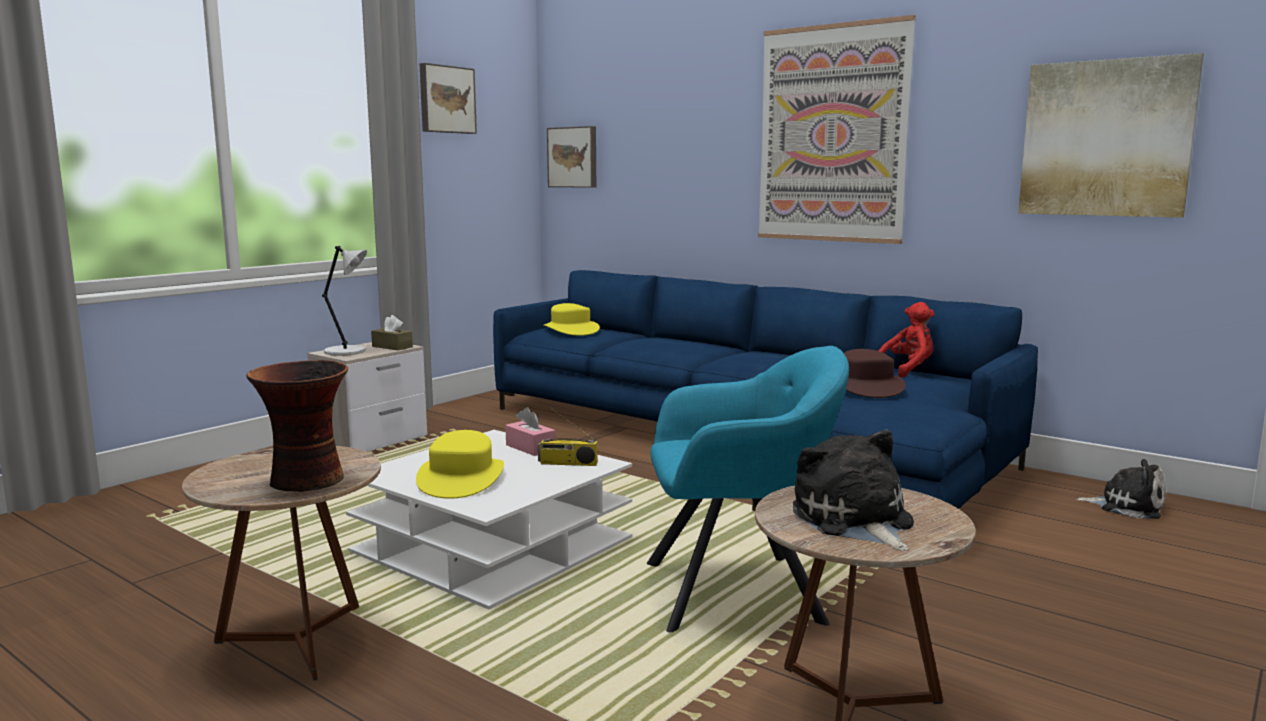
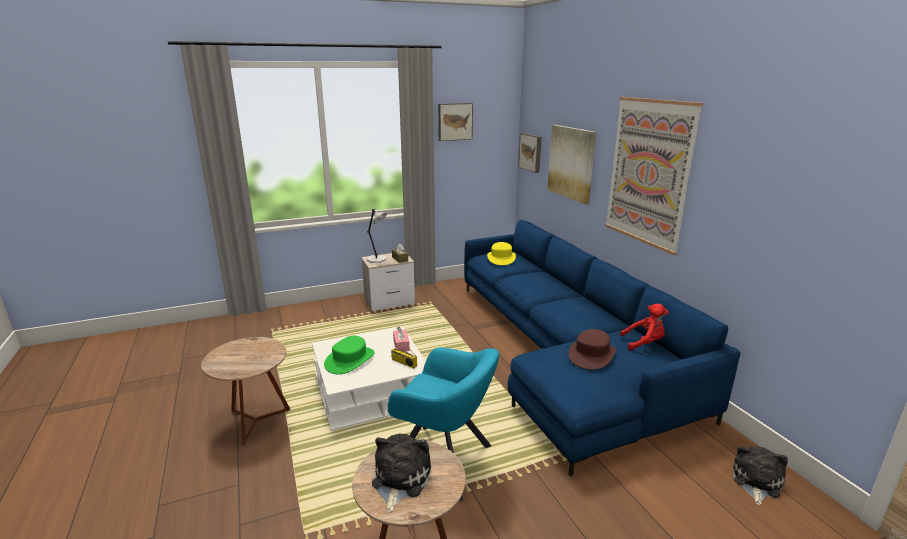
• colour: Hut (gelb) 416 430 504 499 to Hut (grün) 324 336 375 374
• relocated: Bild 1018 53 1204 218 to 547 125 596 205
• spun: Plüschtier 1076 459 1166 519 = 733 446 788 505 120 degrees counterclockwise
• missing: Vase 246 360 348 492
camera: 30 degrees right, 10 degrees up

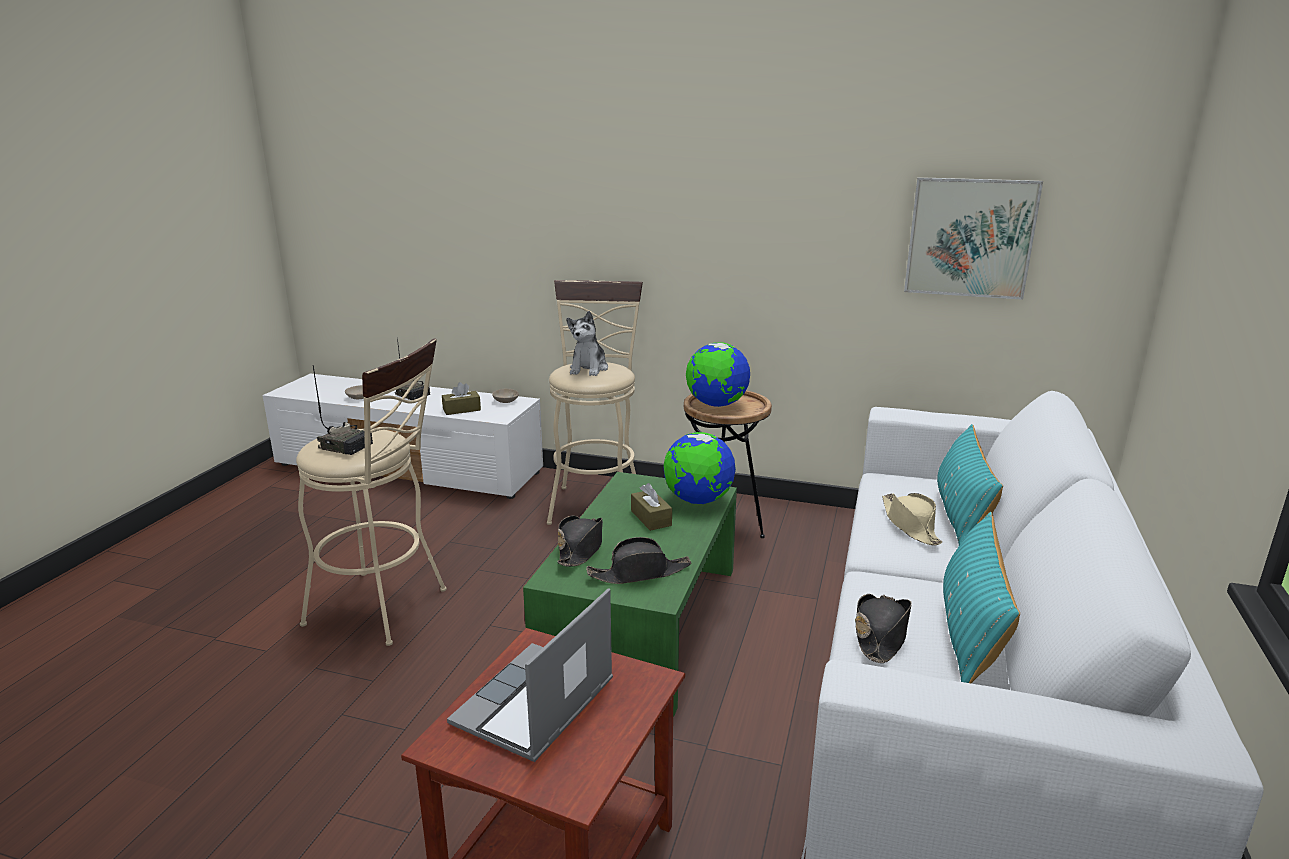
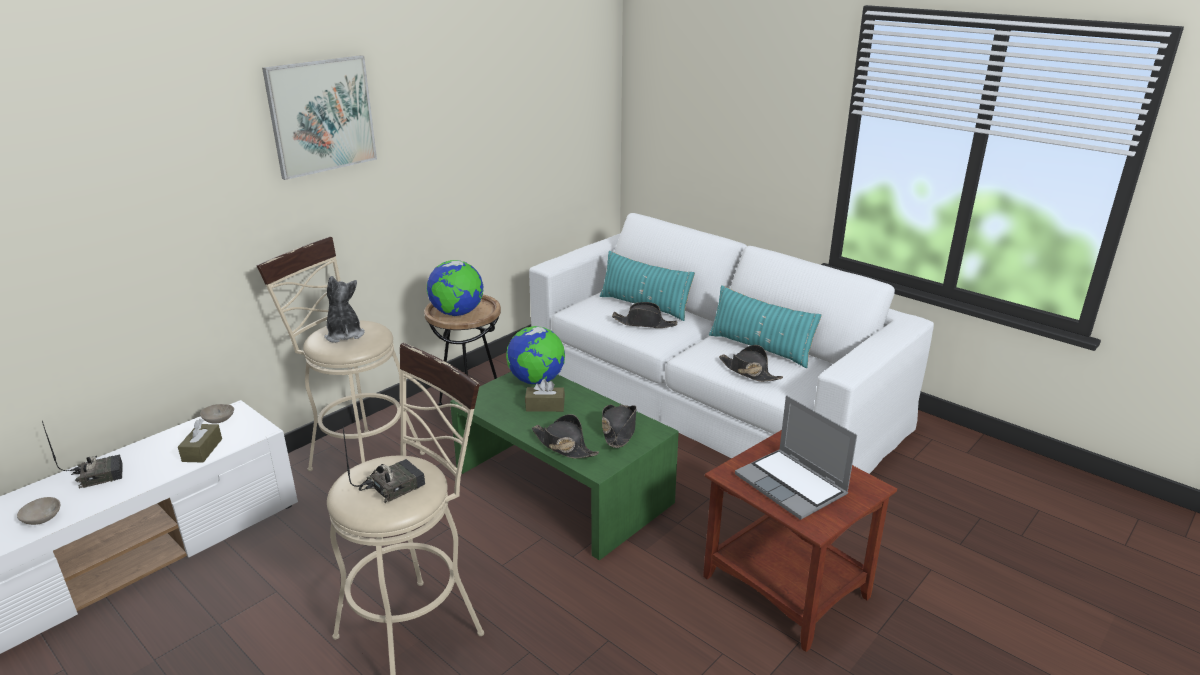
• relocated: Bild 904 177 1043 300 to 262 55 377 180
• spun: Plüschtier 566 311 608 376 = 324 276 365 343 150 degrees counterclockwise
• colour: Hut (beige) 882 493 942 546 to Hut (schwarz) 612 302 678 328
camera: 65 degrees left, 5 degrees up

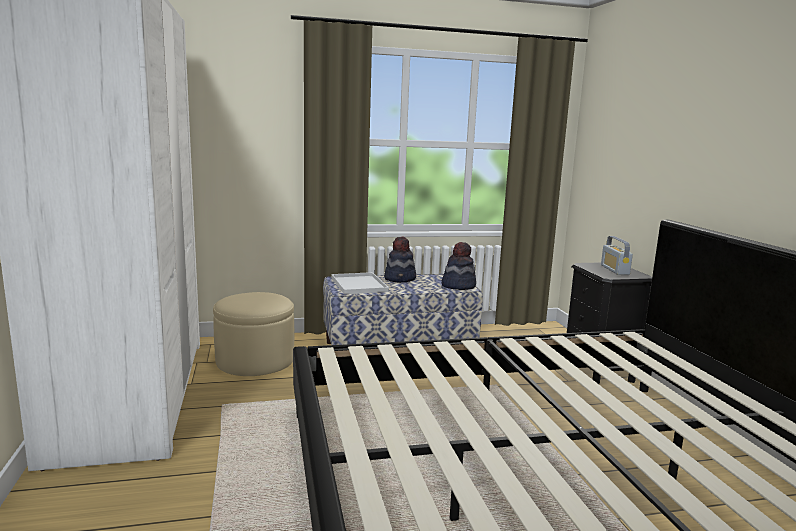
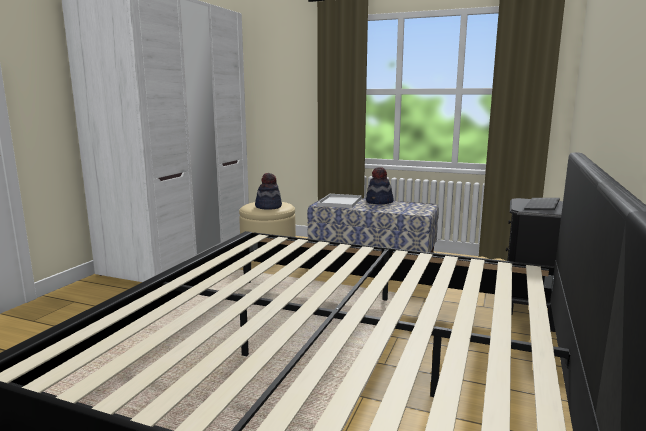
• relocated: Hut 442 242 476 290 to 255 173 282 210
• exchanged: Radio 601 236 633 275 to Tastatur 524 198 560 210
camera: 35 degrees right, 0 degrees up

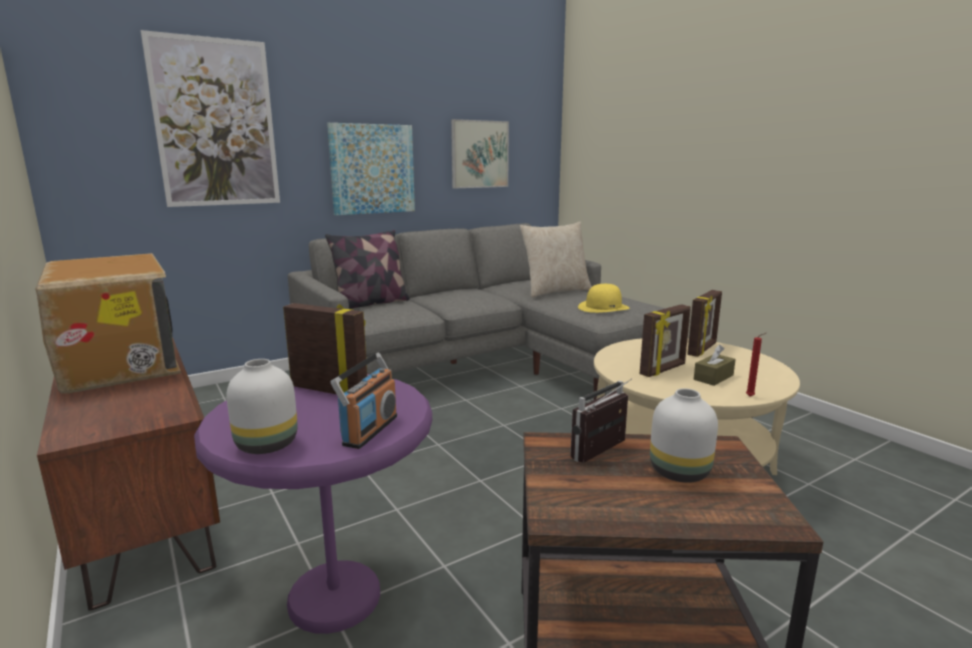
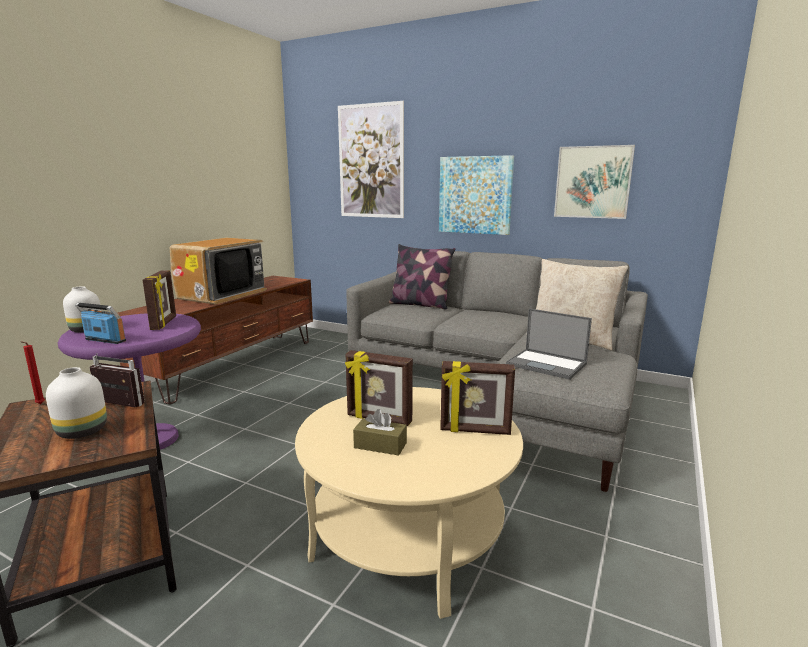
• relocated: Kerze (rot) 746 333 766 397 to 20 341 45 404
• spun: Radio 331 352 397 449 = 75 303 126 344 150 degrees counterclockwise
• exchanged: Hut (gelb) 578 284 629 313 to Laptop 506 308 592 380
camera: 60 degrees right, 0 degrees up

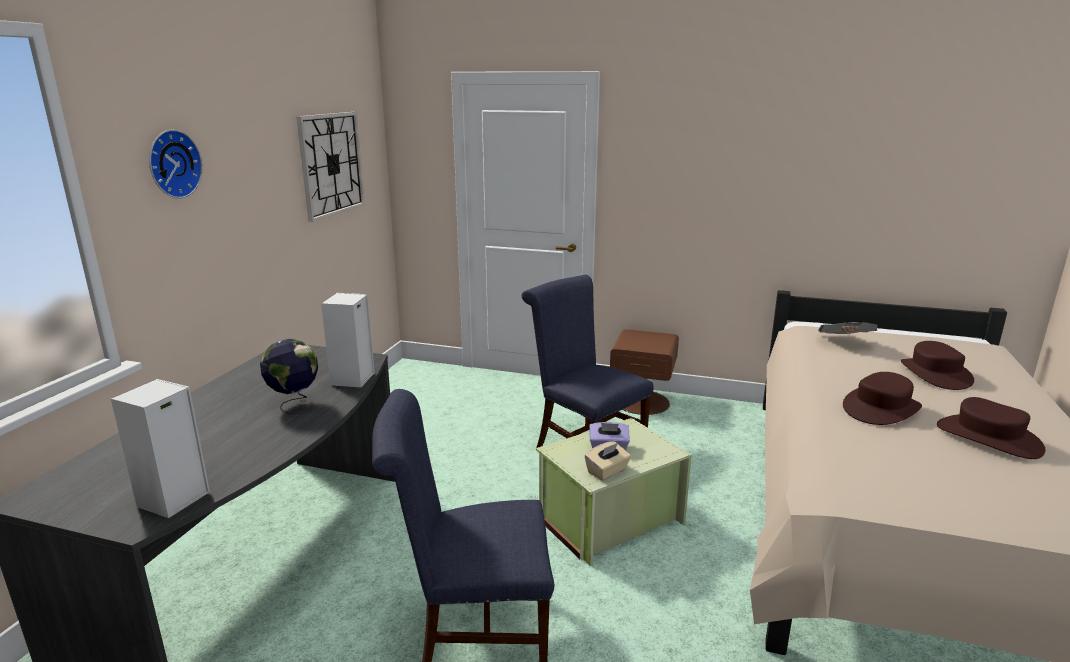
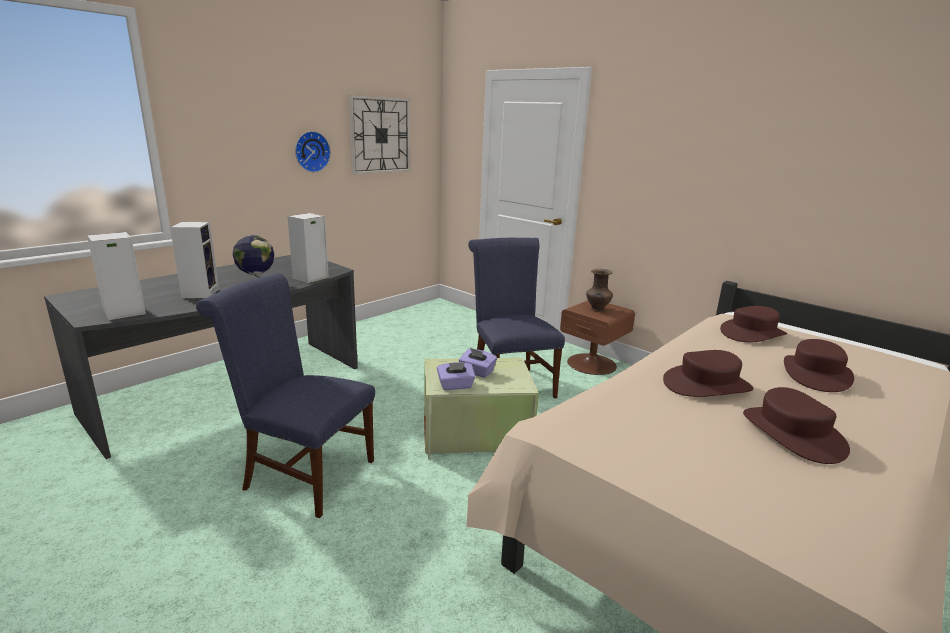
• appeared: Lautsprecher 170 222 219 298
• relocated: Wanduhr 149 130 203 198 to 295 131 331 172
• colour: Taschentuchbox (beige) 584 441 631 481 to Taschentuchbox (lila) 437 362 475 390
• appeared: Vase (braun) 586 269 613 312
• exchanged: Zeitung 818 322 878 334 to Hut (braun) 720 306 787 343
camera: 25 degrees right, 0 degrees up

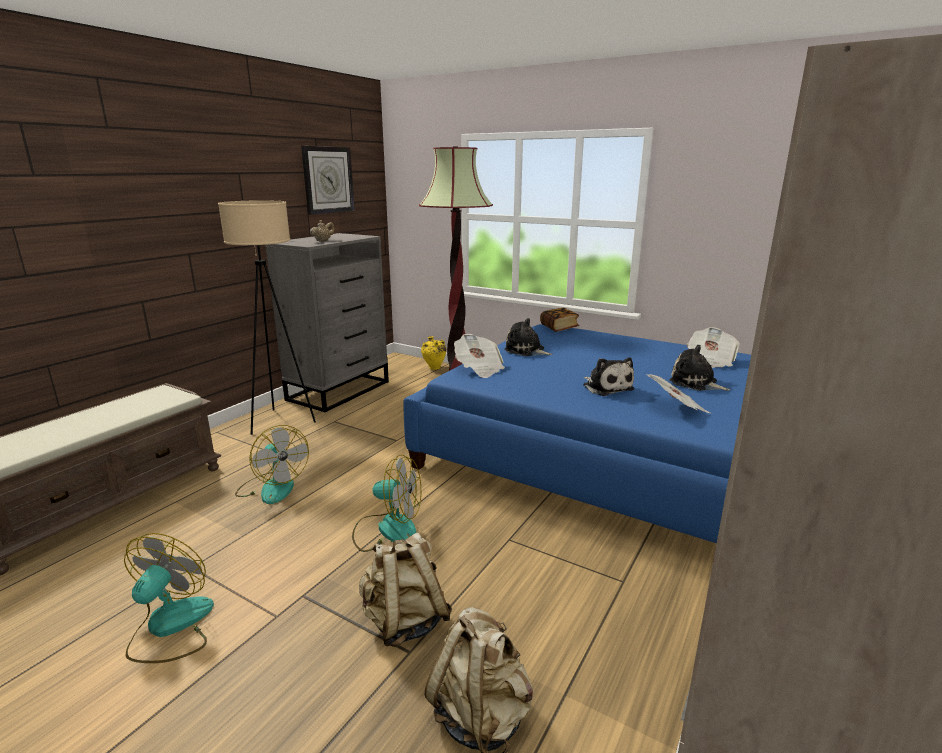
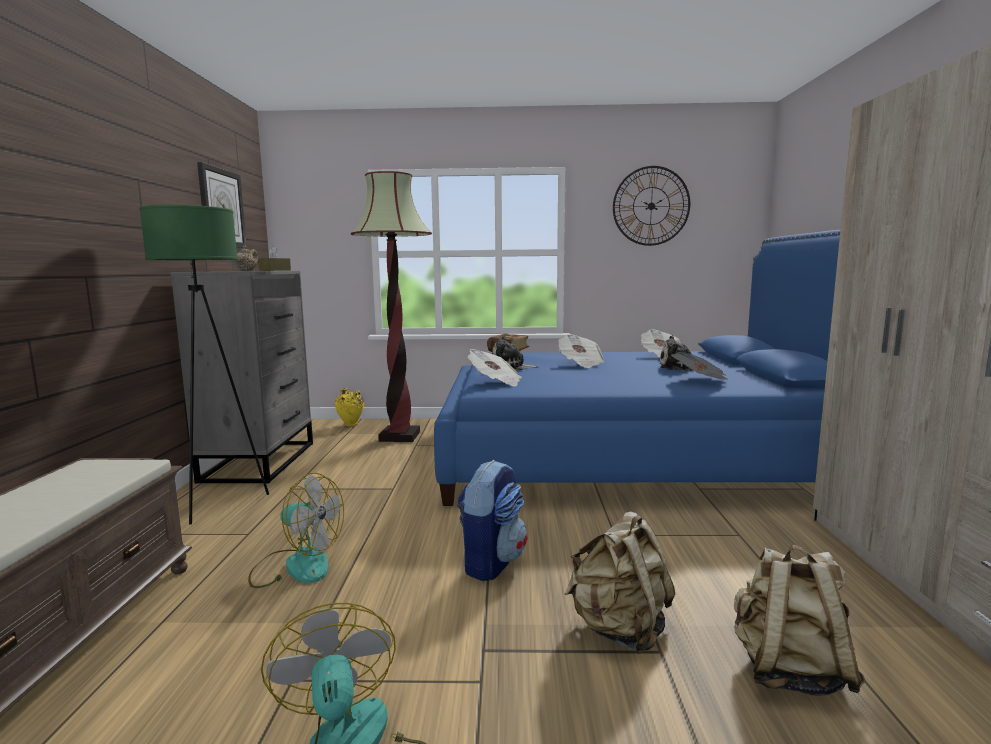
• colour: Stehlampe (beige) 218 200 316 435 to Stehlampe (grün) 139 205 269 524
• appeared: Taschentuchbox (braun) 258 246 291 271
• exchanged: Ventilator 352 455 421 552 to Rucksack 457 460 527 581
• appeared: Zeitung 558 334 605 368
• appeared: Wanduhr 613 166 690 246
• missing: Plüschtier 583 357 635 396
camera: 30 degrees left, 10 degrees down

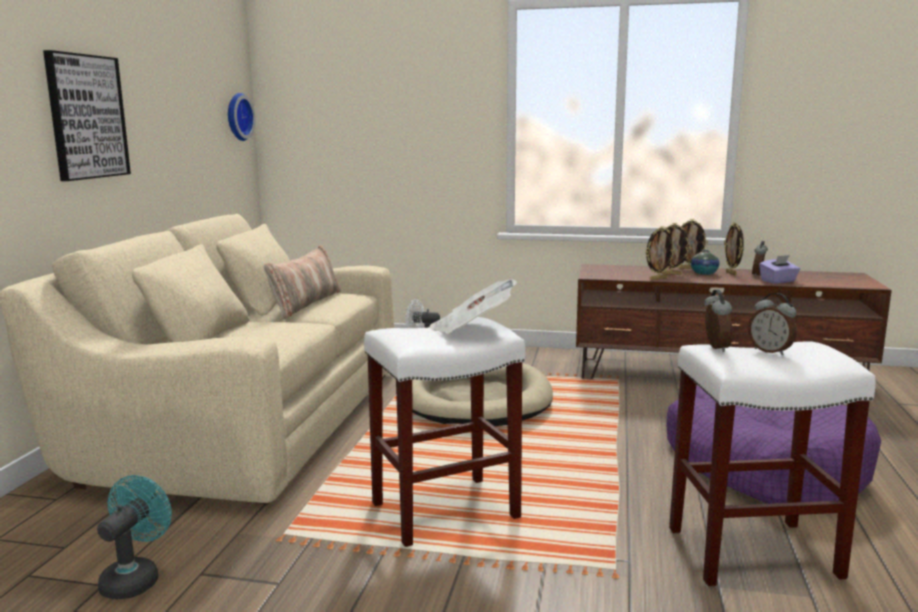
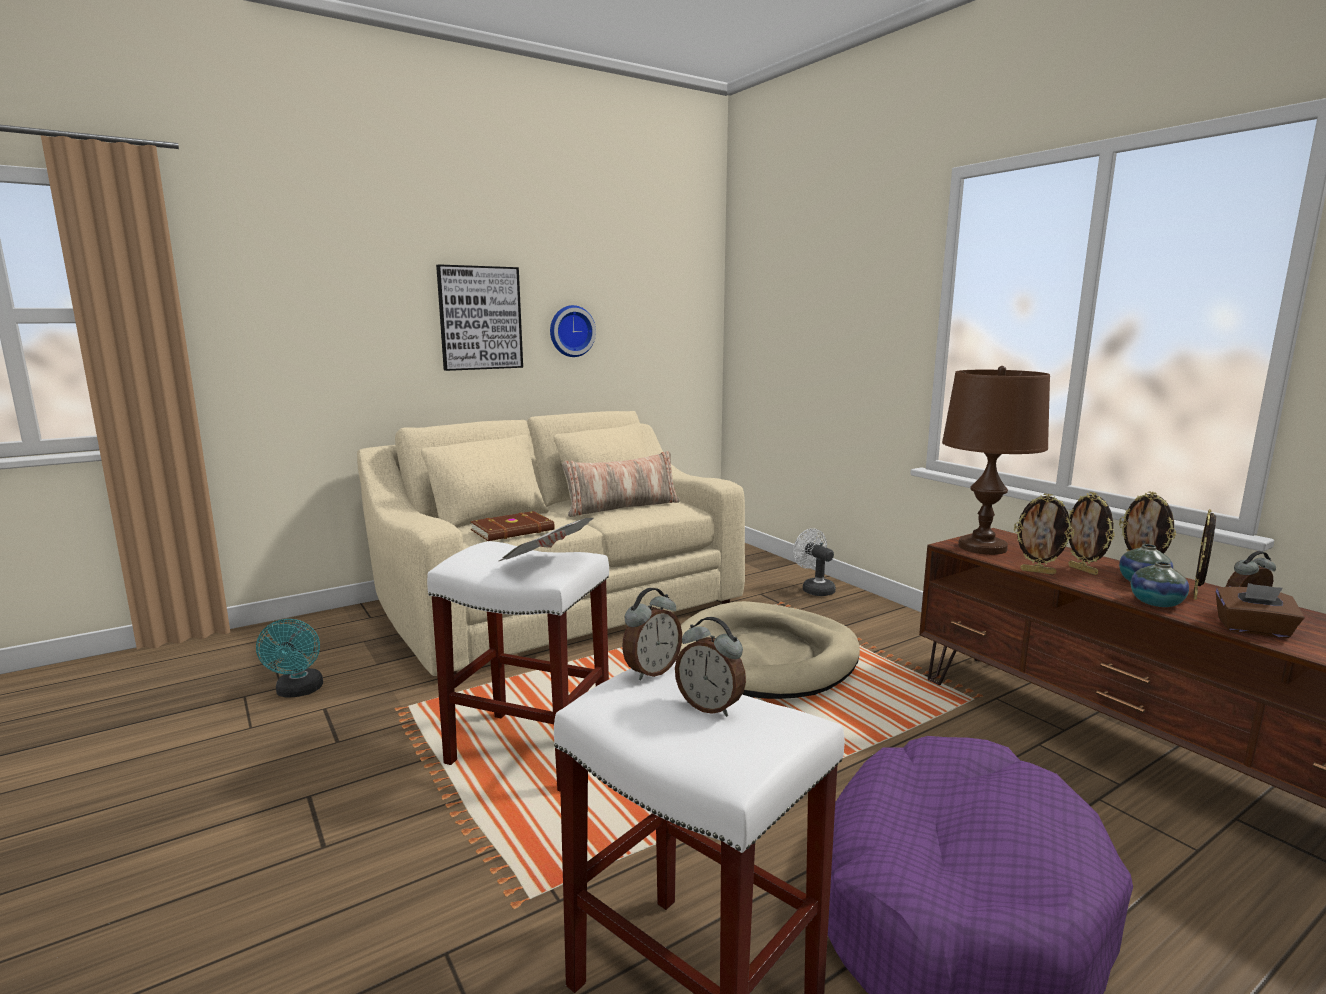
• spun: Ventilator (türkis) 97 475 172 599 = 256 619 323 698 105 degrees clockwise
• appeared: Buch (braun) 470 511 555 541
• relocated: Wanduhr 228 93 256 141 to 550 305 596 357
• spun: Wecker 748 293 797 355 = 675 617 746 717 60 degrees counterclockwise
• appeared: Tischlampe (braun) 942 366 1050 555
• appeared: Vase 1131 562 1189 607
• colour: Taschentuchbox (lila) 759 255 800 284 to Taschentuchbox (braun) 1216 583 1304 638
camera: 45 degrees right, 0 degrees up

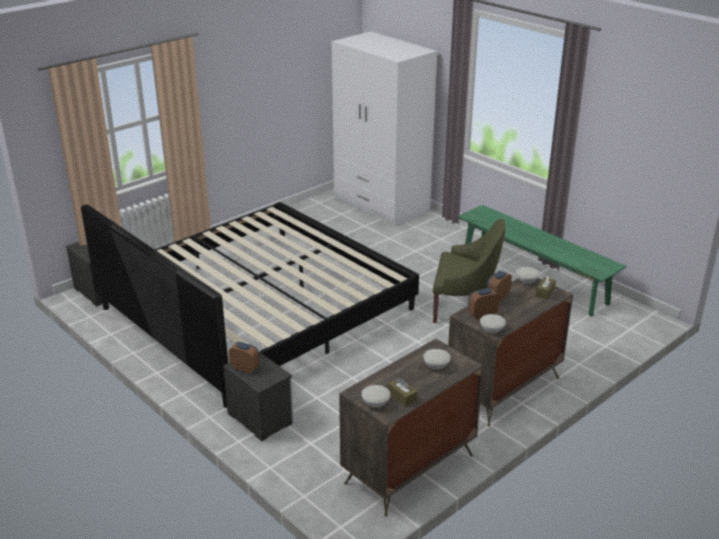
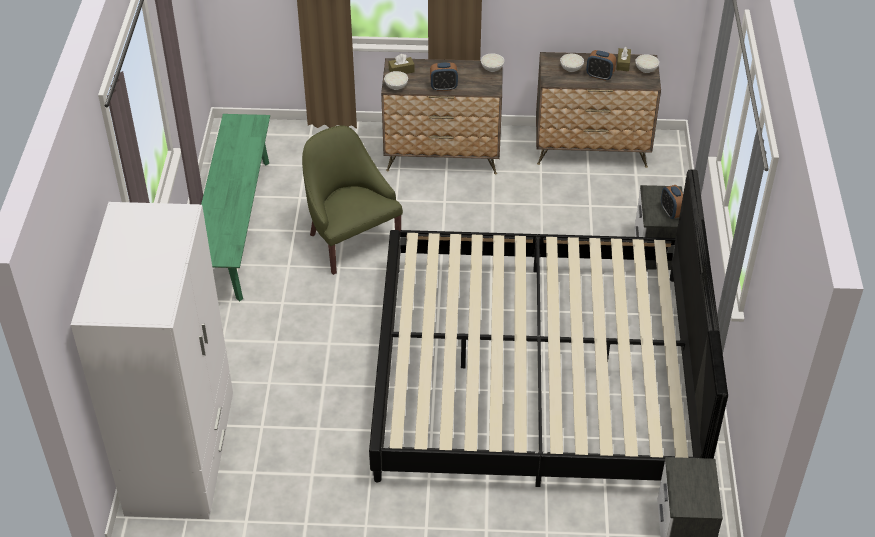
• relocated: Wecker 468 288 499 319 to 586 50 616 81
camera: 135 degrees left, 15 degrees up

